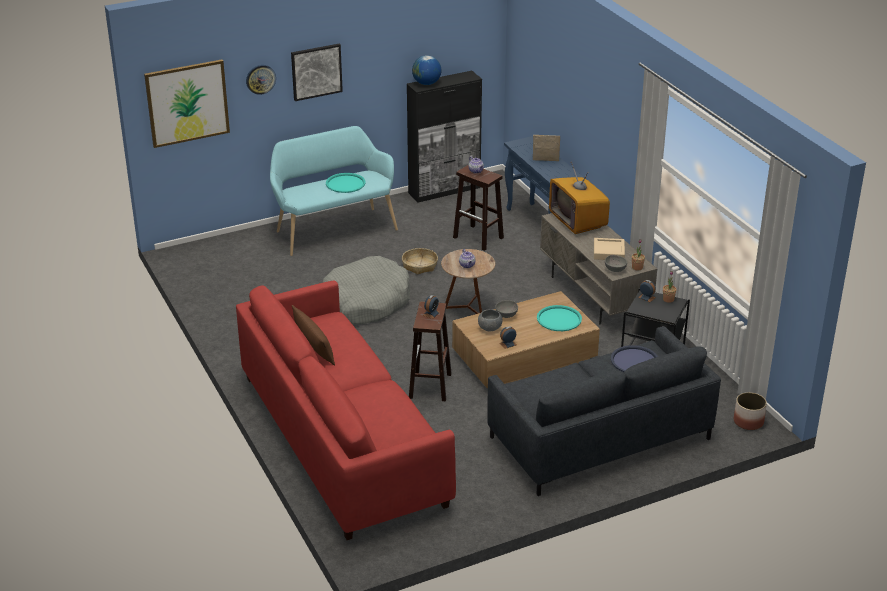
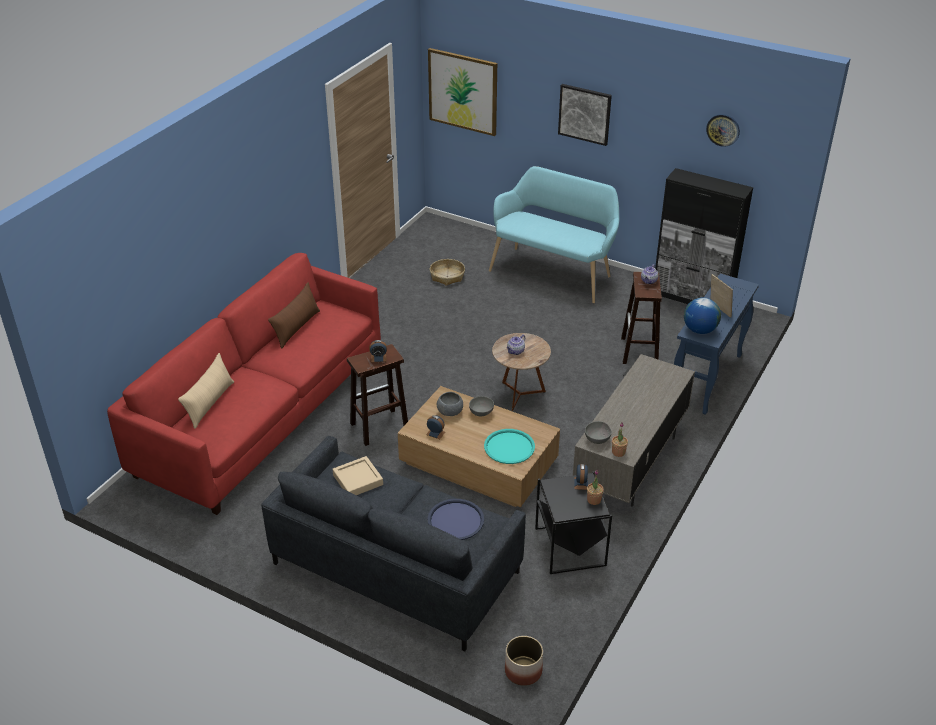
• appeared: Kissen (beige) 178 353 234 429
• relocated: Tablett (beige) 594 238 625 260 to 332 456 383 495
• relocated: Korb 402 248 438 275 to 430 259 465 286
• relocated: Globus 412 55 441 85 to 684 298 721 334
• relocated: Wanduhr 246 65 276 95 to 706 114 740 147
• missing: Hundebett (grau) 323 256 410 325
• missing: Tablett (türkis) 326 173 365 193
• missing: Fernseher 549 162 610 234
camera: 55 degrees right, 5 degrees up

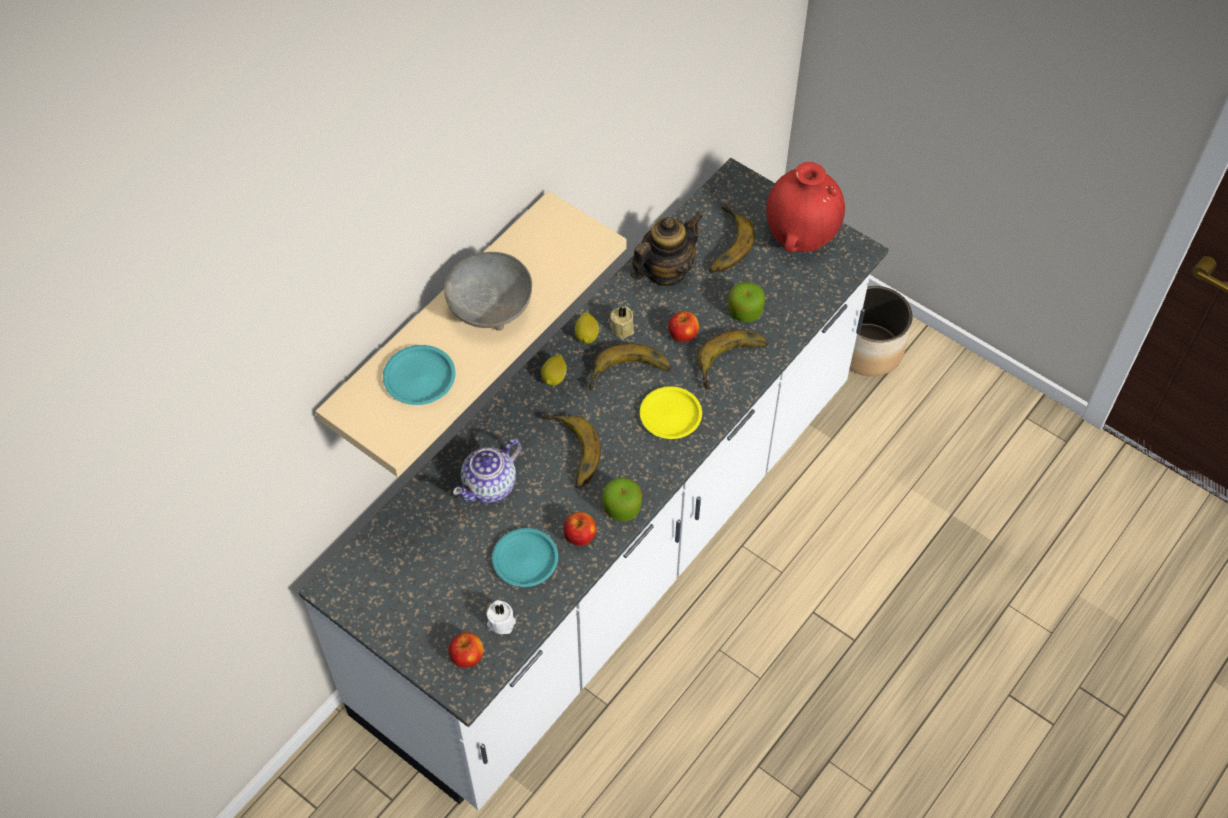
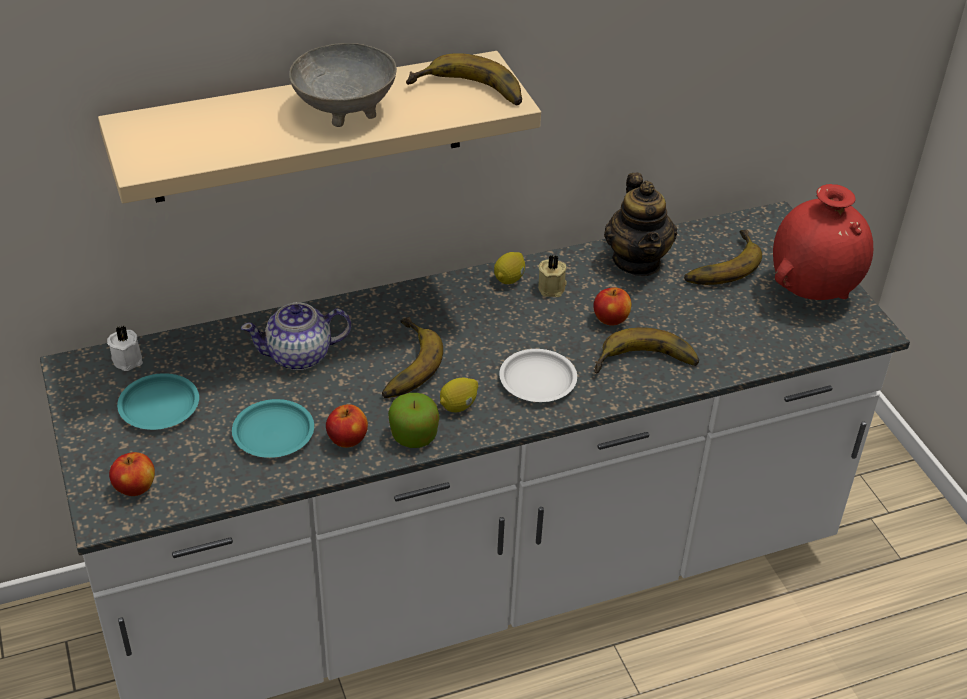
• relocated: Kerze (weiß) 487 600 516 634 to 107 326 143 371
• relocated: Teller (türkis) 383 345 456 405 to 117 373 199 430
• relocated: Banane 588 343 671 390 to 406 53 522 106
• relocated: Zitrone 541 354 567 386 to 440 378 478 412
• colour: Teller (gelb) 640 386 702 439 to Teller (weiß) 499 349 577 402
• spun: Teekanne 631 212 703 286 = 604 173 677 276 90 degrees clockwise
• missing: Apfel 728 282 765 322
• missing: Pflanzkübel 850 286 913 376
camera: 30 degrees right, 15 degrees down

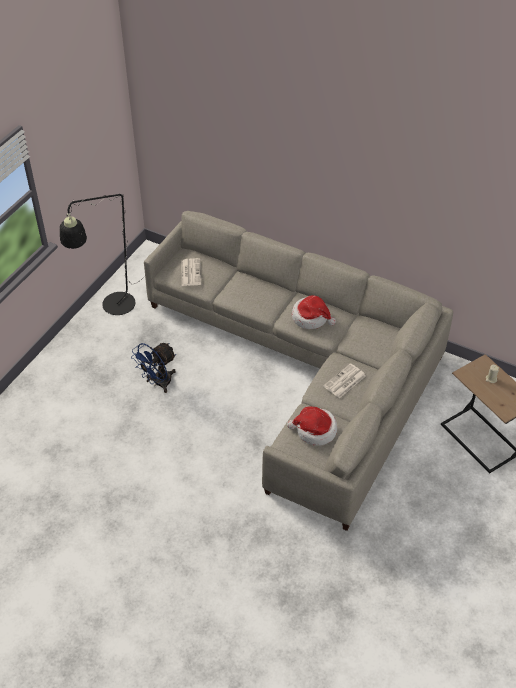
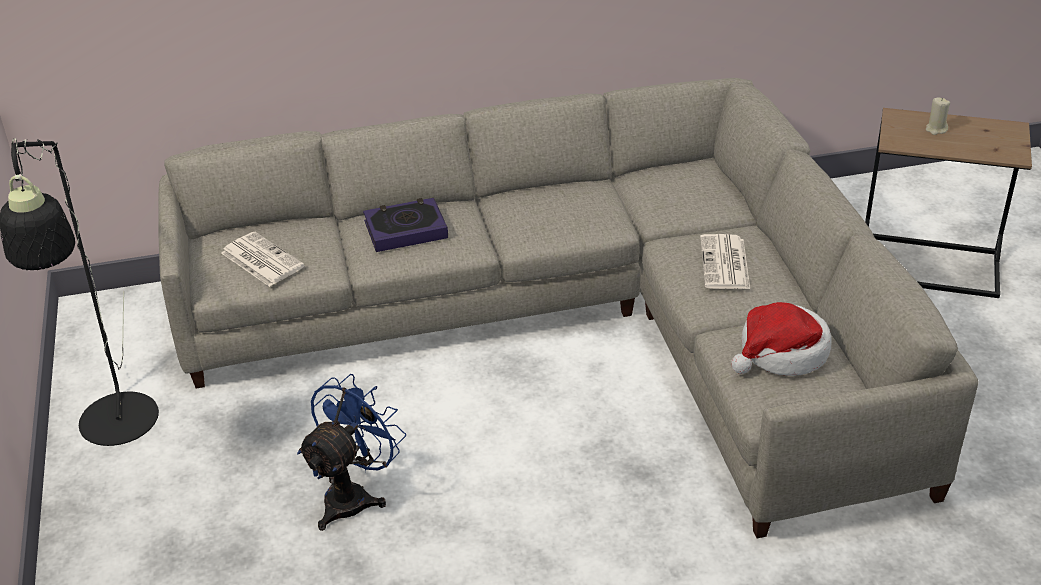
• spun: Ventilator (blau) 131 343 176 393 = 297 374 406 531 150 degrees counterclockwise
• appeared: Buch 363 198 448 252
• missing: Hut 292 295 336 329
camera: 40 degrees left, 10 degrees down

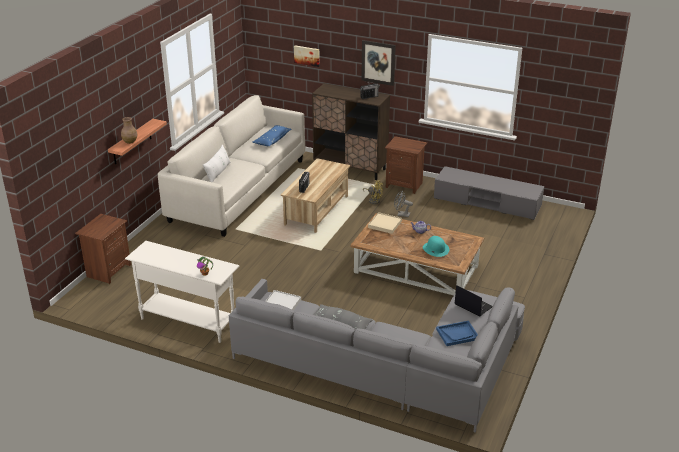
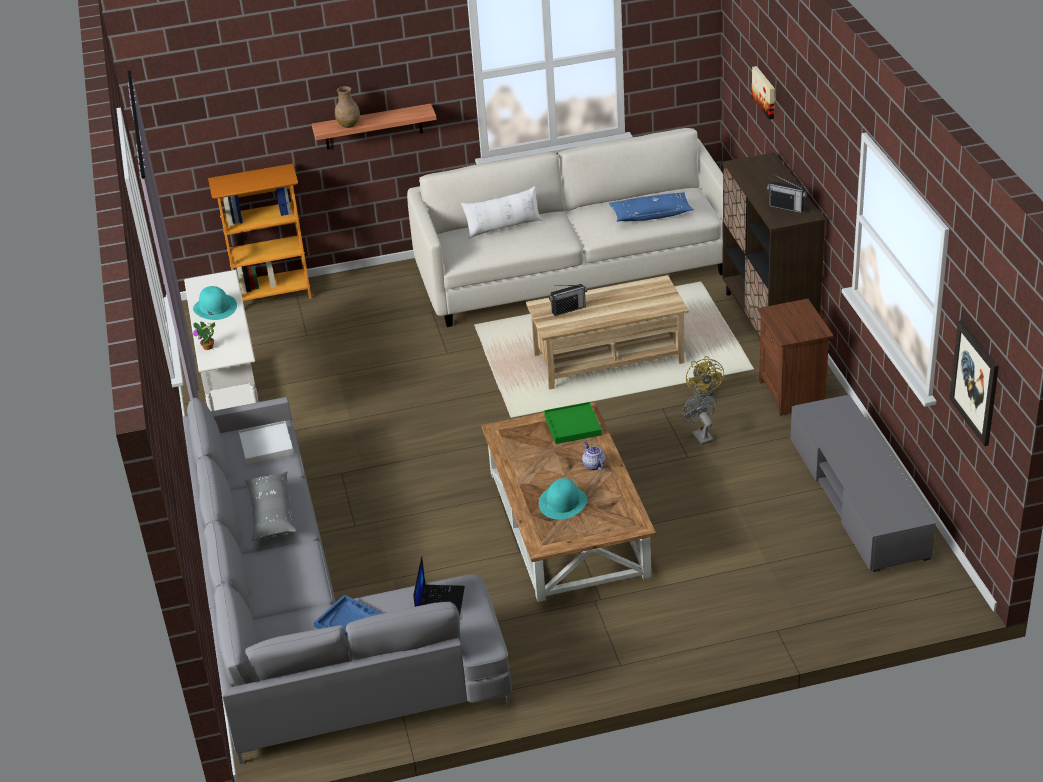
• appeared: Hut (türkis) 193 286 237 320
• exchanged: Nachttisch (braun) 75 214 131 284 to Bücherregal 208 164 312 301
• colour: Tablett (beige) 368 212 402 234 to Tablett (grün) 544 402 602 444
• relocated: Bild 361 40 396 86 to 949 320 999 446
camera: 55 degrees right, 5 degrees up

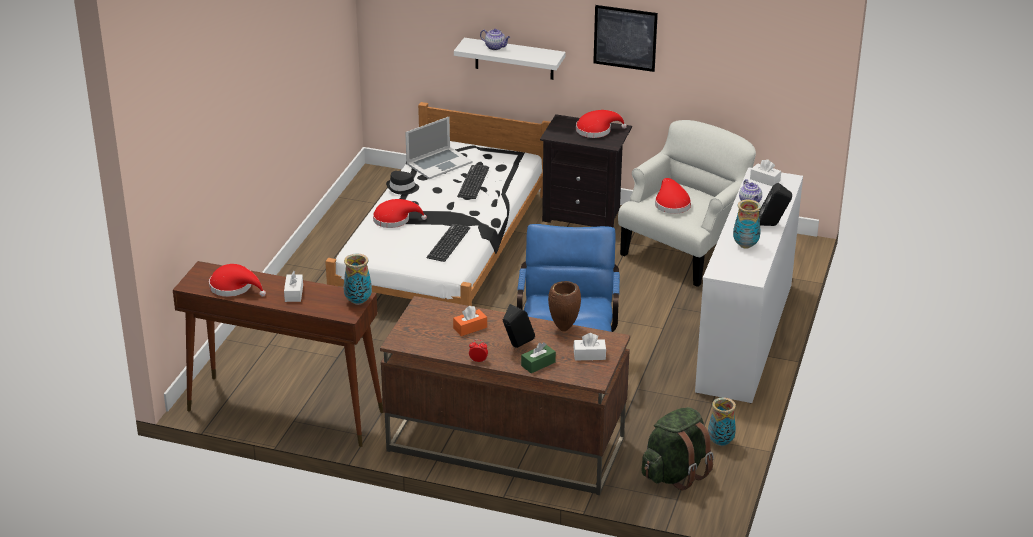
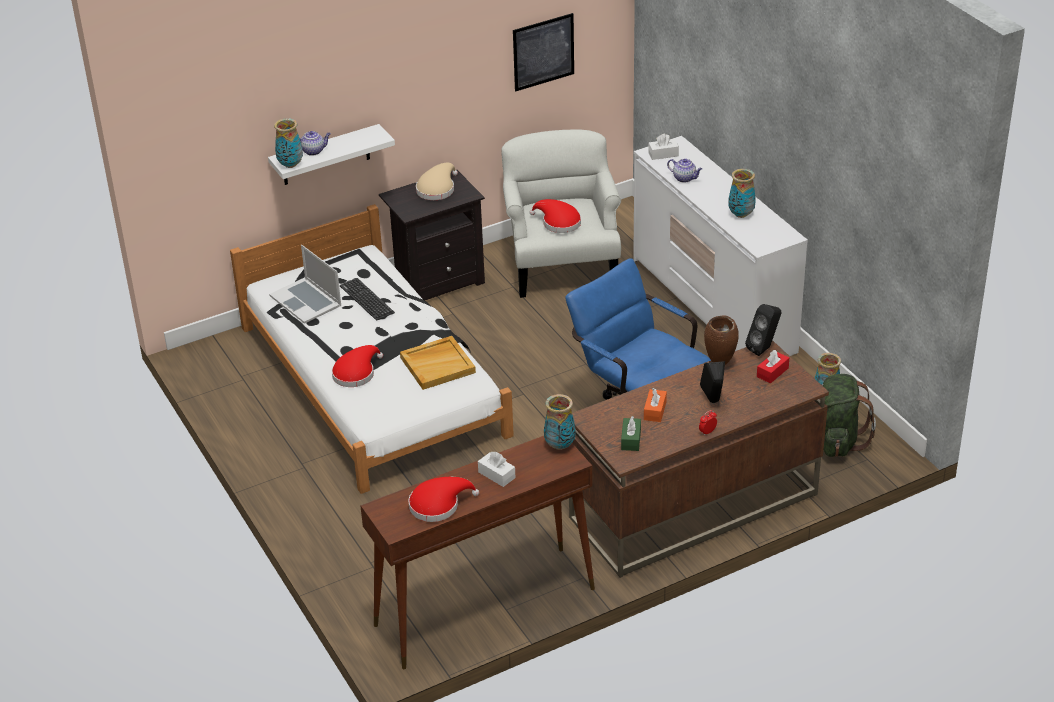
• spun: Laptop 405 117 472 179 = 269 245 341 324 135 degrees clockwise
• appeared: Vase 274 118 303 168
• exchanged: Tastatur 427 224 470 262 to Tablett (beige) 400 336 476 390
• colour: Hut (rot) 576 110 627 138 to Hut (beige) 416 163 458 200
• relocated: Bild 593 5 658 72 to 513 13 574 91
• relocated: Taschentuchbox (grün) 521 342 556 373 to 621 416 641 451
• relocated: Lautsprecher (schwarz) 759 183 792 226 to 745 304 781 356
• colour: Taschentuchbox (weiß) 573 333 606 361 to Taschentuchbox (rot) 757 350 789 383
• missing: Hut (schwarz) 386 171 419 194
camera: 45 degrees left, 5 degrees up

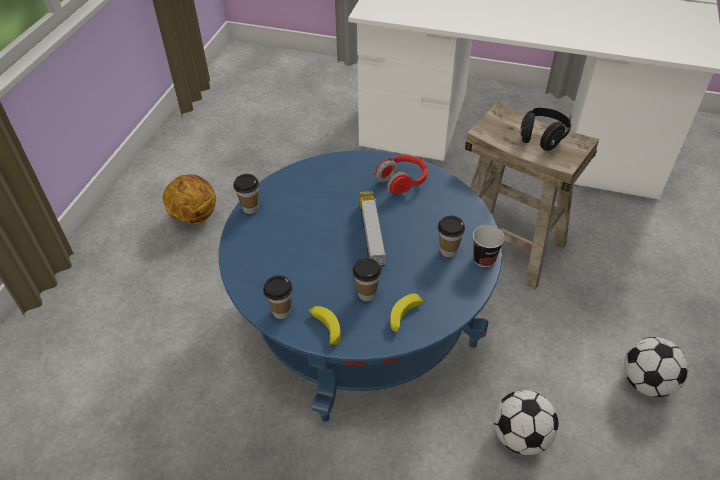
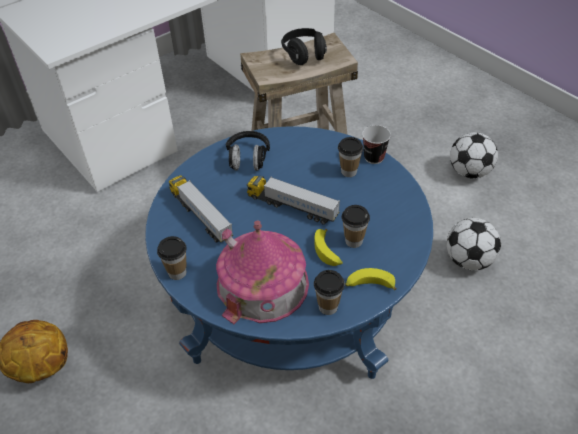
• appeared: Spielzeuglaster 168 175 233 243
• appeared: Spielzeughaus 216 221 309 324
• colour: Kopfhörer (rot) 373 155 428 194 to Kopfhörer (schwarz) 226 131 270 171
• relocated: Banane 390 294 425 333 to 314 229 343 266
camera: 55 degrees left, 0 degrees up

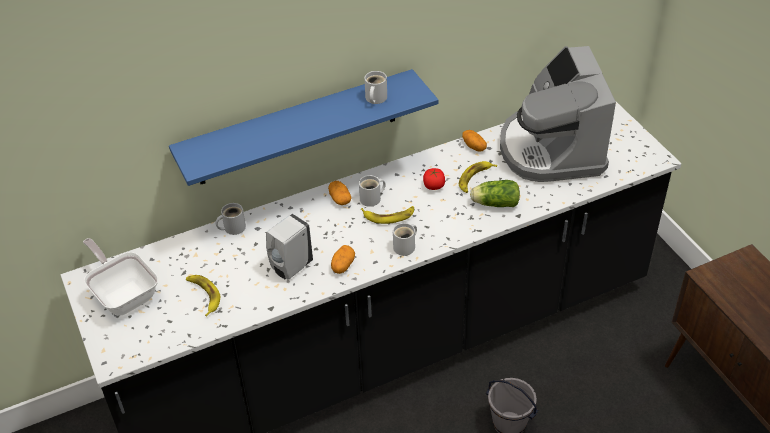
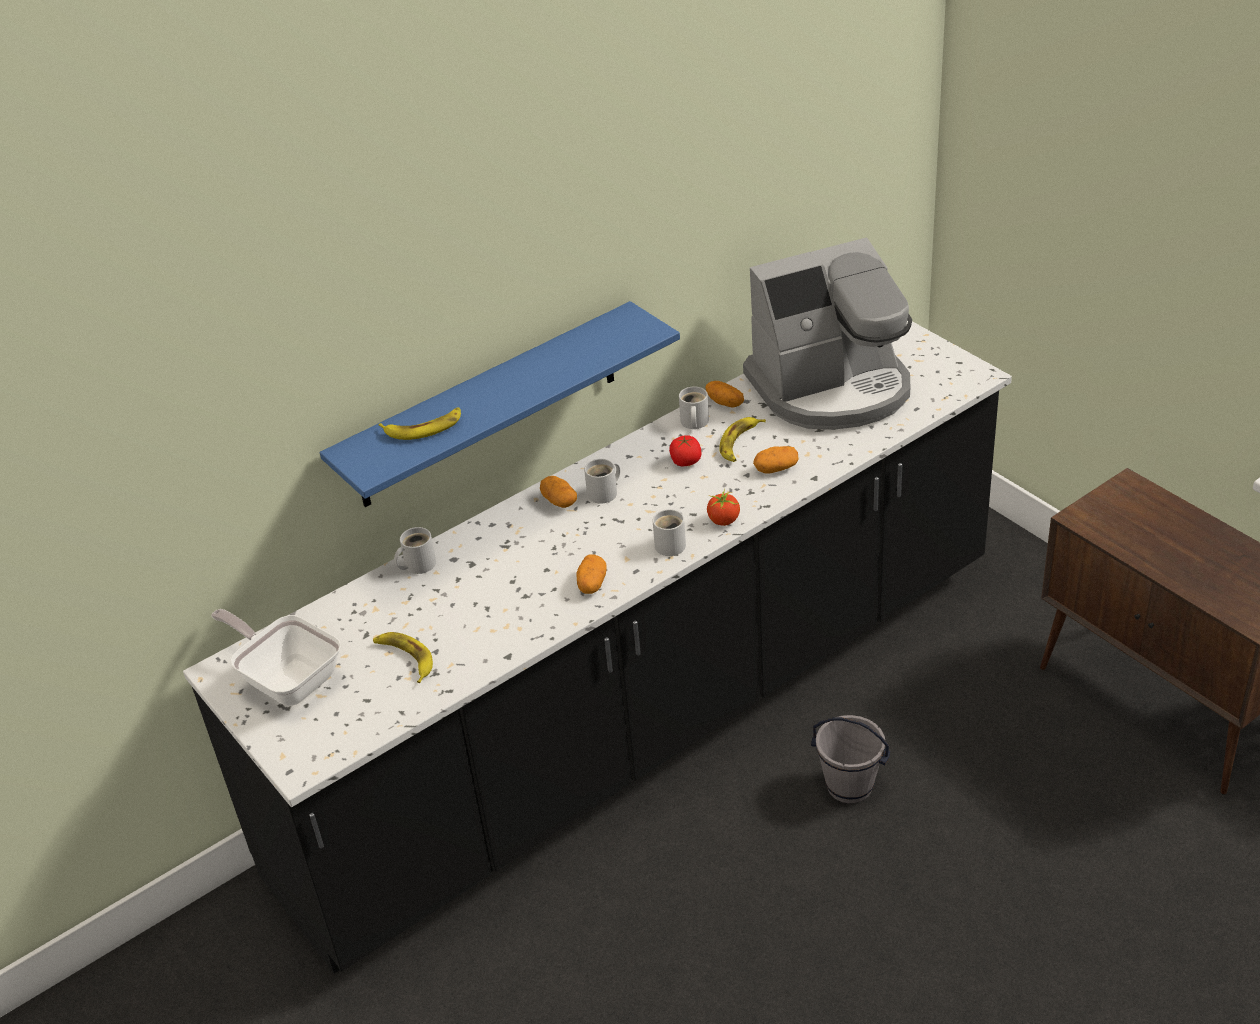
• relocated: Banane 361 206 414 224 to 379 408 461 440
• relocated: Henkelbecher (weiß) 364 71 387 104 to 679 387 709 429
• appeared: Tomate 707 489 740 526
• spun: Kaffeemaschine 500 46 616 182 = 743 237 912 430 90 degrees counterclockwise
• exchanged: Salatkopf 470 180 520 207 to Kartoffel 753 446 798 474
• missing: Seifenspender (weiß) 266 214 313 280
camera: 10 degrees left, 5 degrees down

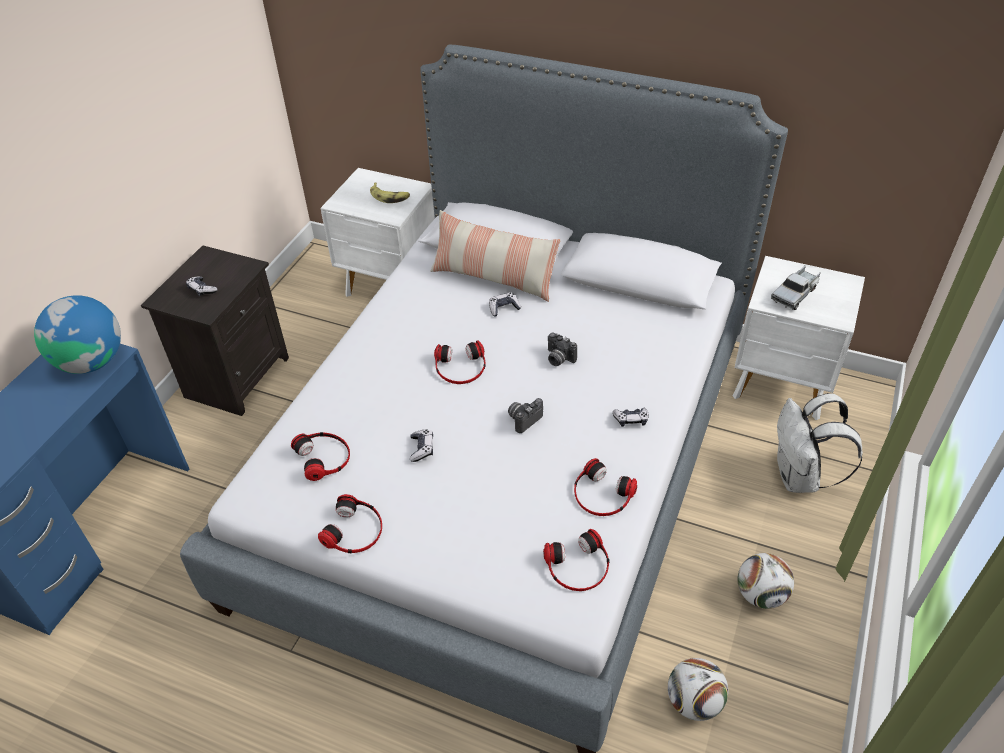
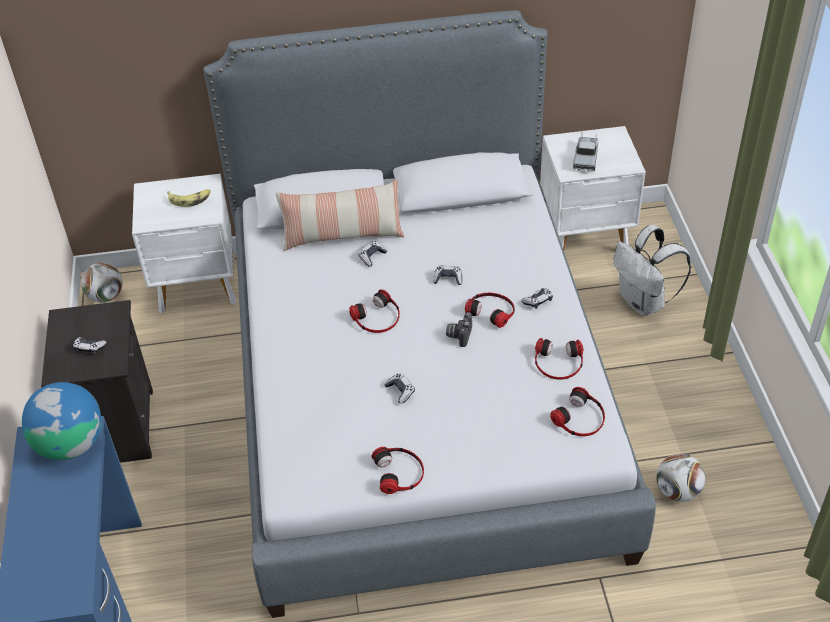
• relocated: Fußball 738 553 794 609 to 81 263 123 303
• exchanged: Kamera 548 333 577 366 to Gamepad 433 266 462 285
• relocated: Kopfhörer 291 432 350 481 to 465 293 515 328
camera: 30 degrees left, 0 degrees up

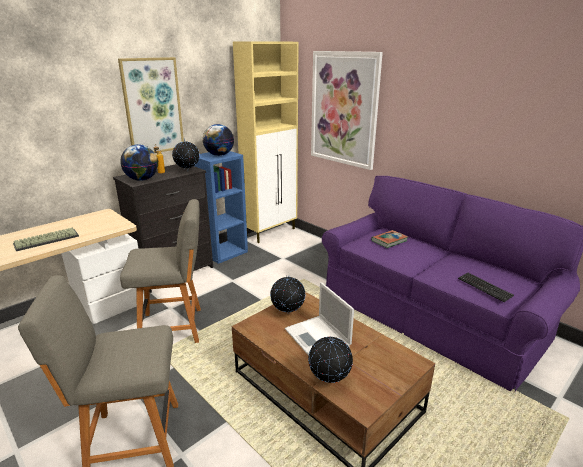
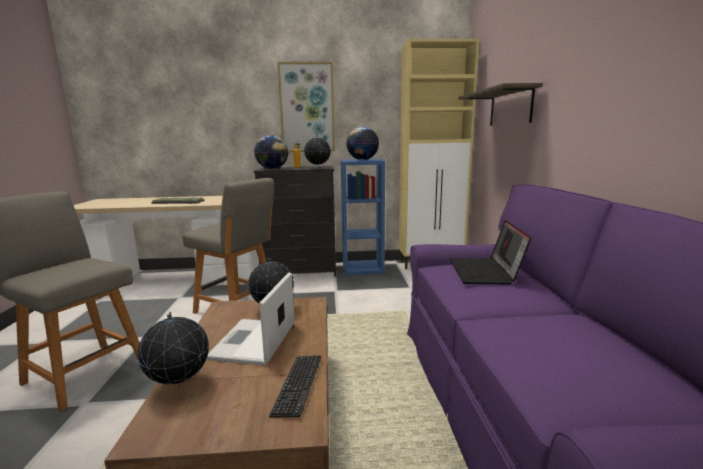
• relocated: Tastatur 458 273 514 302 to 269 355 321 418
• exchanged: Buch 371 230 408 248 to Laptop 450 220 532 284
• exchanged: Bild 311 51 383 170 to Wandregal 459 83 543 126
camera: 40 degrees right, 10 degrees down

